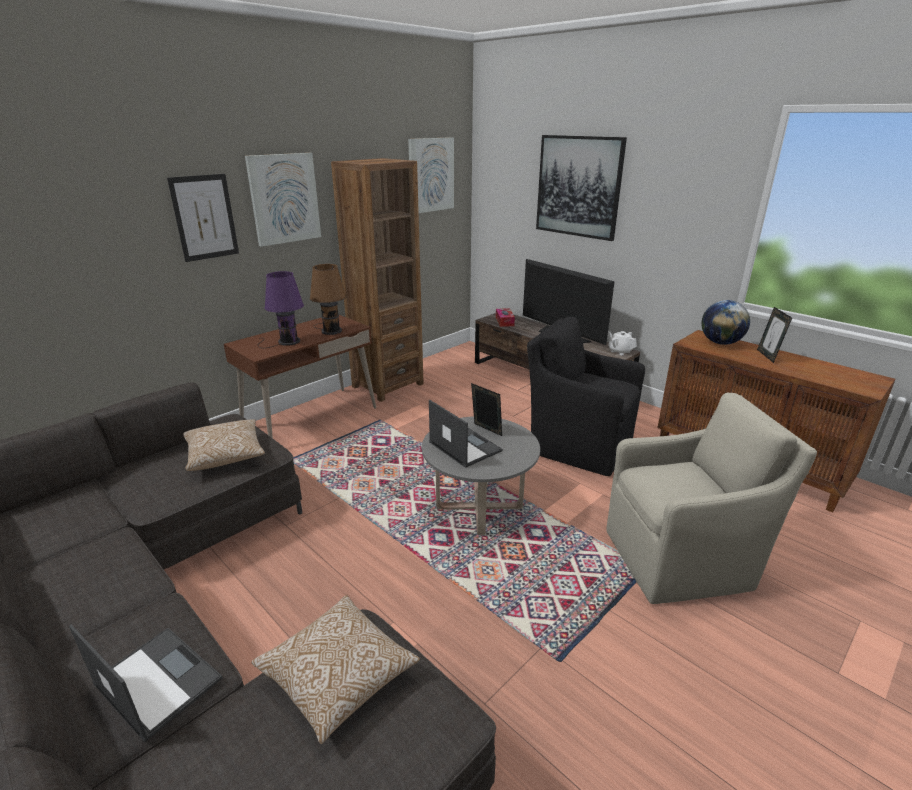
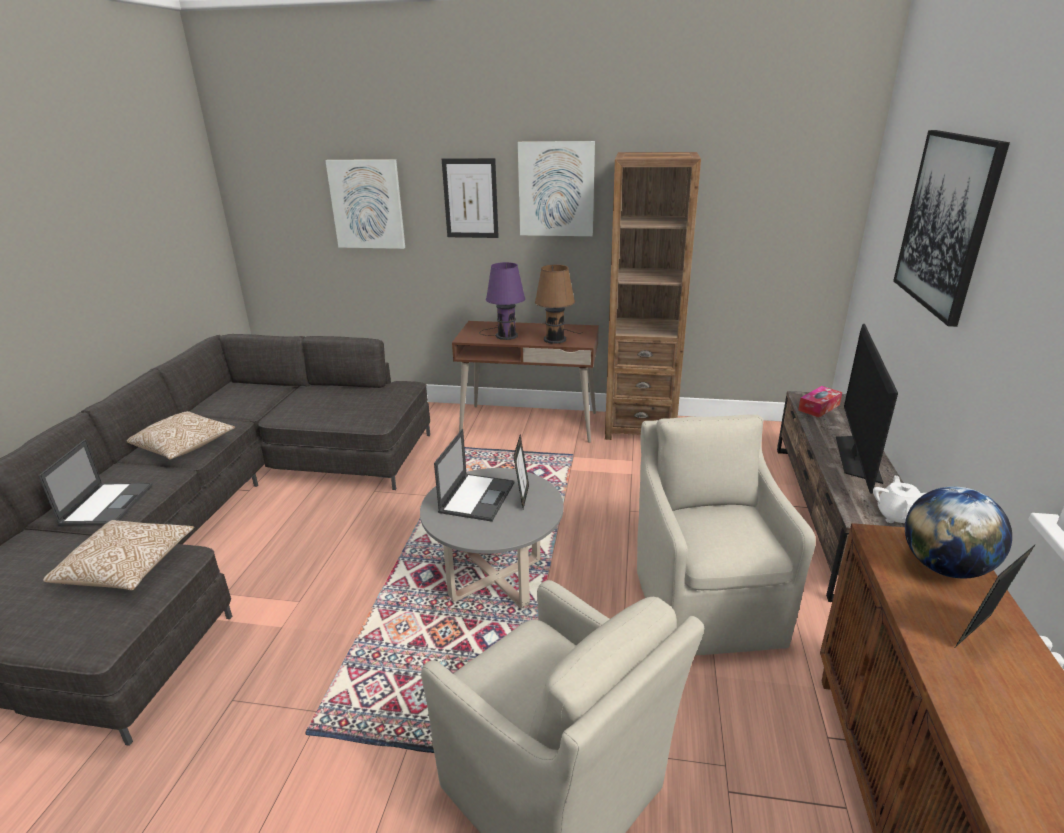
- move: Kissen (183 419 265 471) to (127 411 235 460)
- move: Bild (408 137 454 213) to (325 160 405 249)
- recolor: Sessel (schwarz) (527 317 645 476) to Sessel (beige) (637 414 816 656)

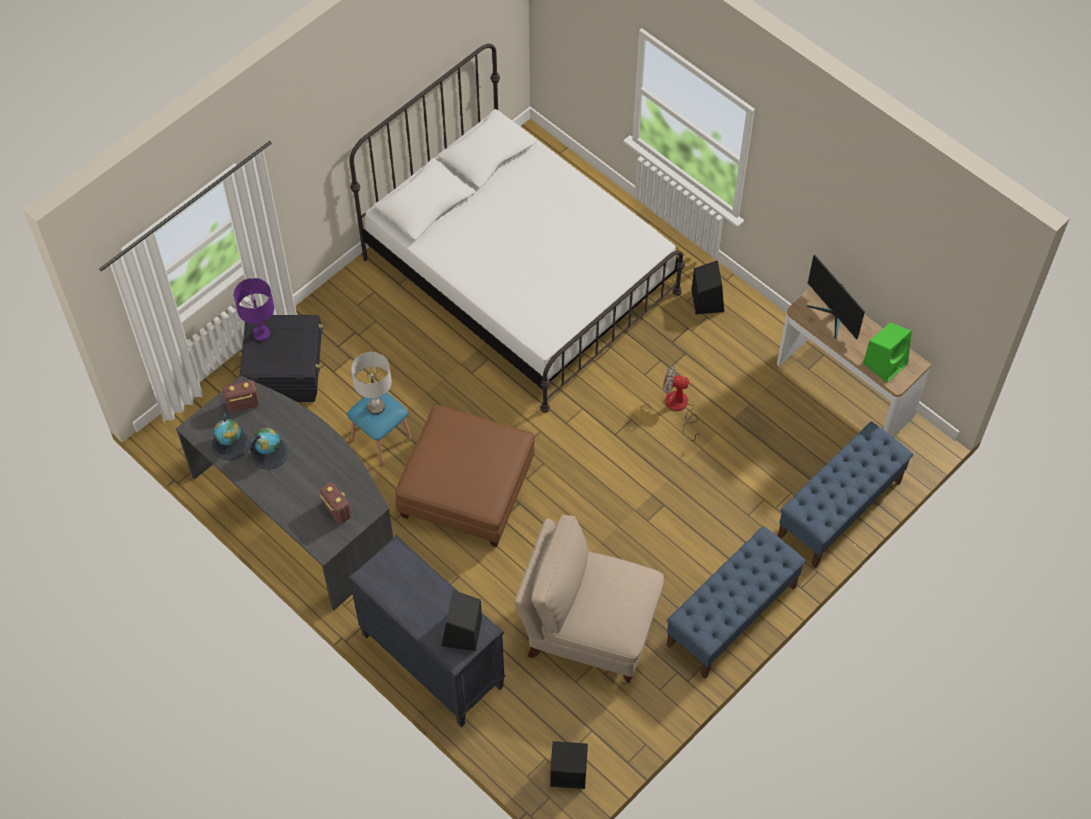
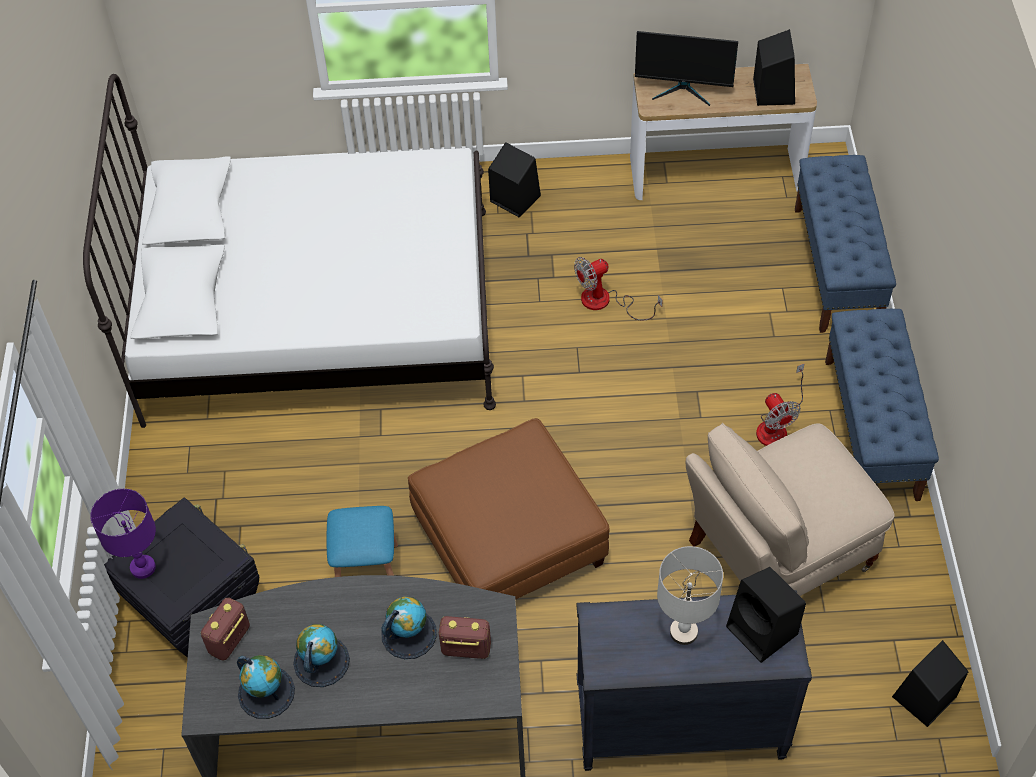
- insert: Globus (382 596 437 659)
- insert: Ventilator (756 363 805 446)
- move: Tischlampe (grau) (351 352 392 415) to (657 546 723 645)
- recolor: Lautsprecher (grün) (863 322 912 383) to Lautsprecher (schwarz) (753 29 795 106)

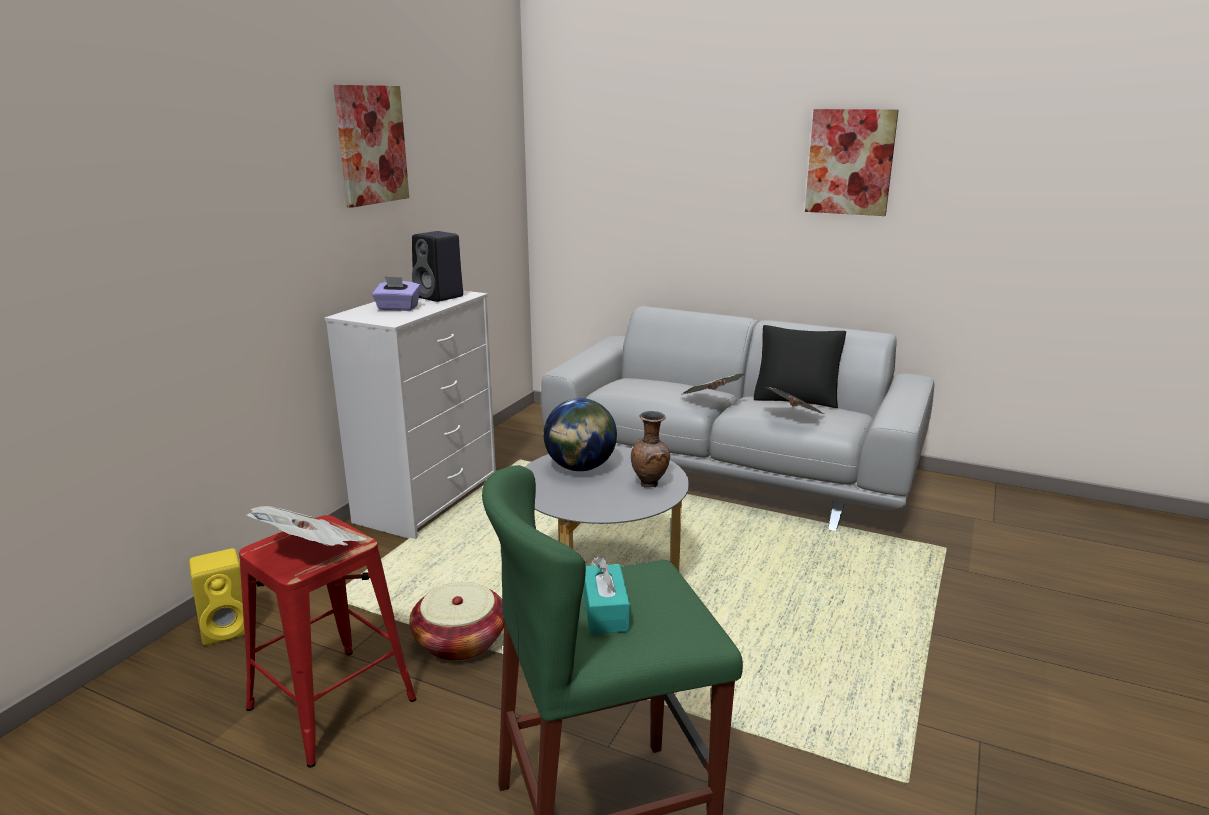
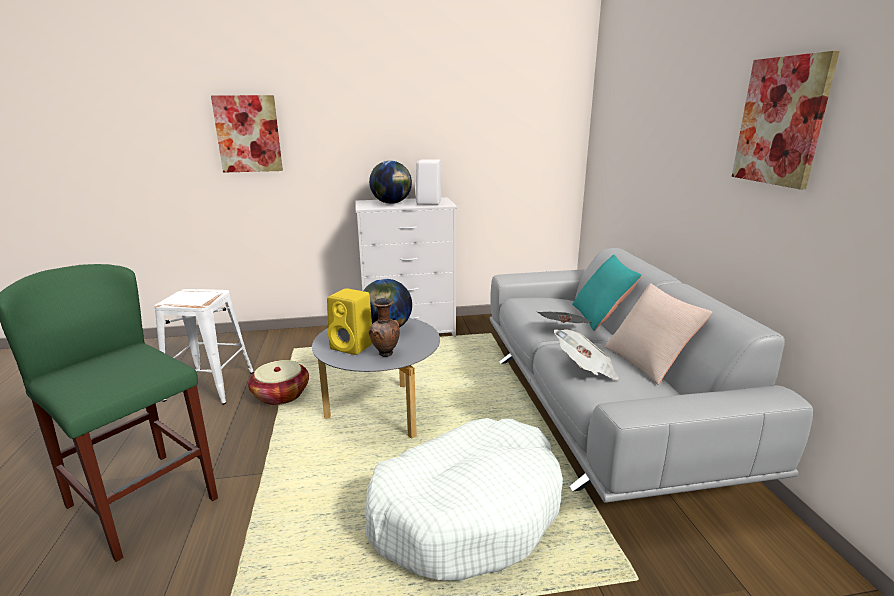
- delete: Zeitung (246 506 366 546)
- delete: Taschentuchbox (türkis) (583 557 630 634)
- insert: Hundebett (weiß) (365 418 563 581)
- insert: Kissen (türkis) (572 255 642 331)
- move: Lautsprecher (gelb) (189 548 245 646) to (327 288 372 355)
- move: Bild (334 85 409 208) to (211 95 283 173)
- replace: Taschentuchbox (lila) (372 276 420 311) to Globus (369 161 412 204)
- recolor: Hocker (rot) (239 515 416 768) to Hocker (weiß) (154 289 254 405)
- recolor: Lautsprecher (schwarz) (412 231 463 302) to Lautsprecher (weiß) (415 159 441 205)
- recolor: Kissen (schwarz) (754 325 846 408) to Kissen (beige) (605 283 713 385)

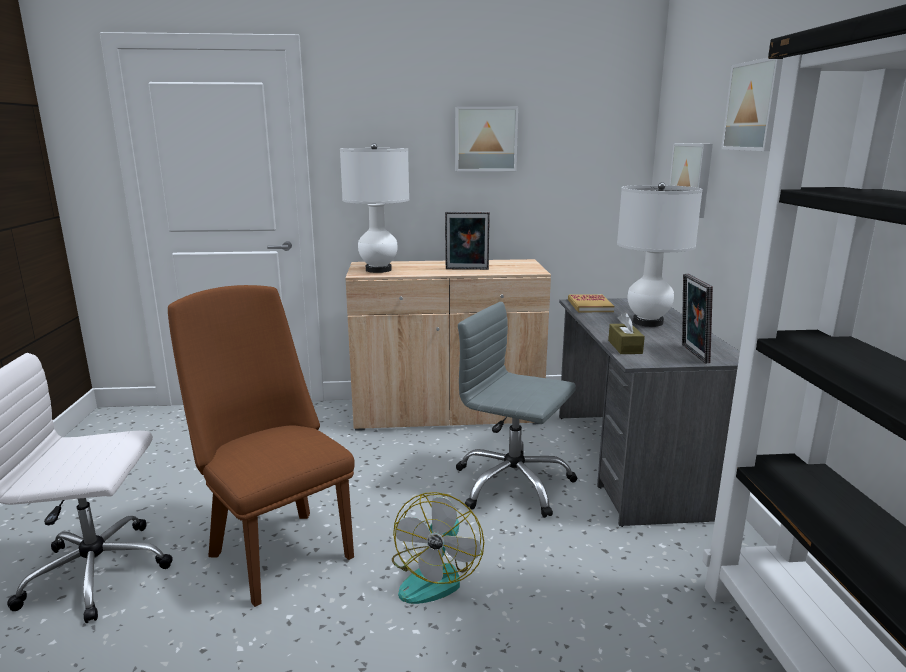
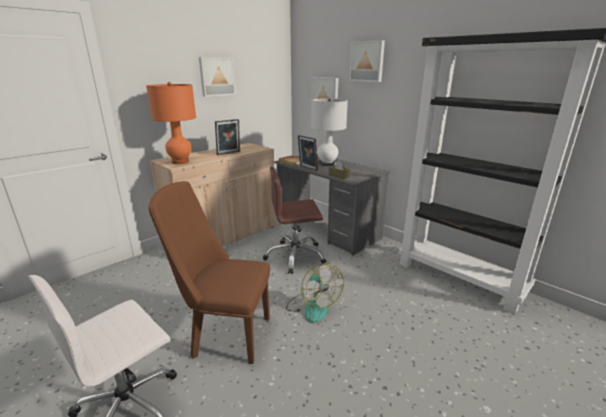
- move: Bilderrahmen (682 274 713 364) to (298 135 318 171)
- recolor: Tischlampe (weiß) (340 143 409 273) to Tischlampe (orange) (146 82 196 164)
- recolor: Bürostuhl (grau) (456 302 577 518) to Bürostuhl (braun) (263 167 326 274)

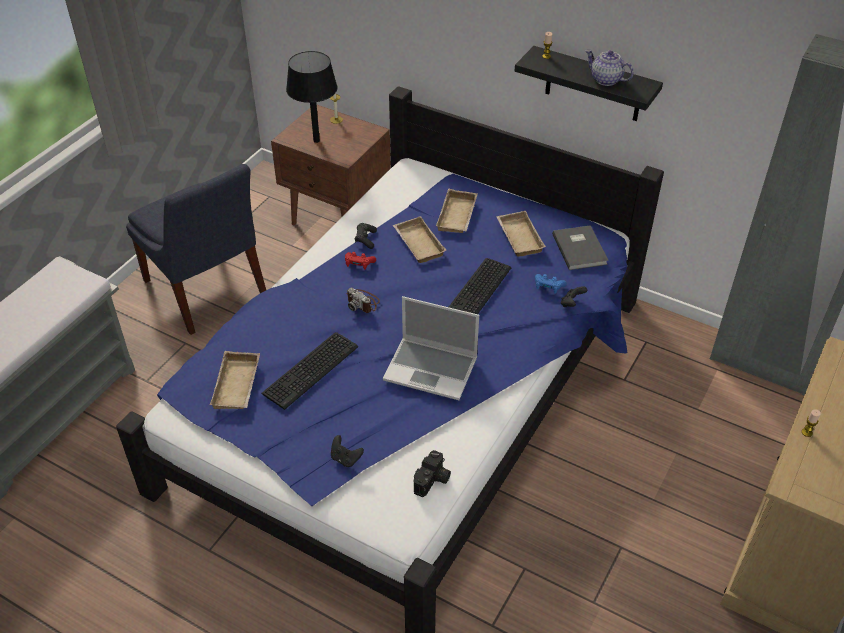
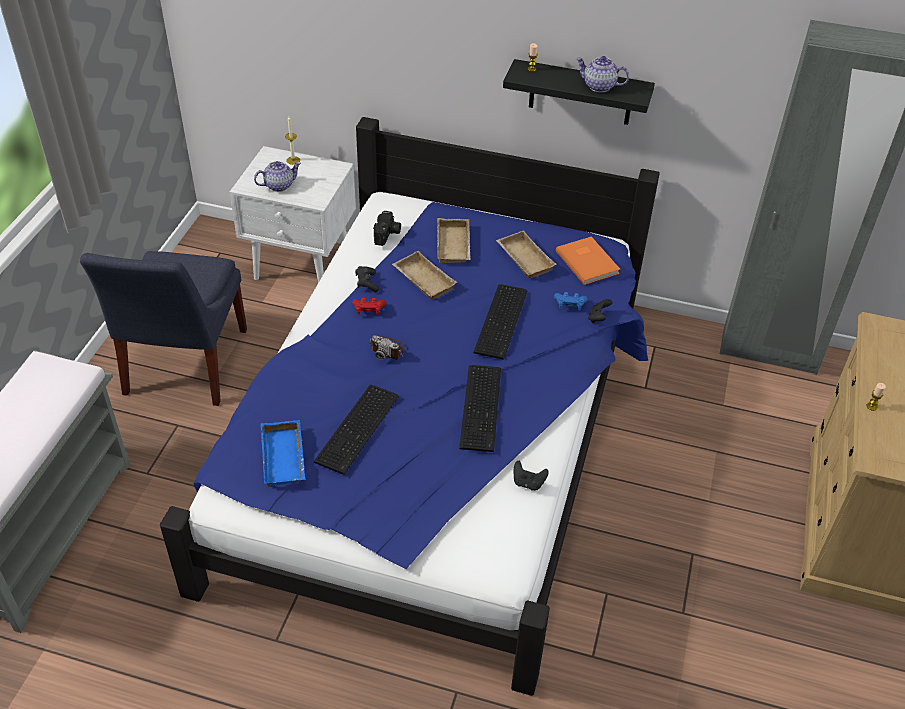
- move: Gamepad (schwarz) (331 435 364 467) to (514 461 549 491)
- move: Kamera (414 450 451 497) to (373 211 401 246)
- replace: Tischlampe (schwarz) (286 51 337 143) to Teekanne (254 161 301 192)
- replace: Laptop (383 296 479 400) to Tastatur (459 365 501 452)
- recolor: Tablett (beige) (210 351 260 409) to Tablett (blau) (261 420 305 487)
- recolor: Nachttisch (braun) (271 105 391 225) to Nachttisch (weiß) (230 146 356 283)
- recolor: Buch (grau) (552 225 608 270) to Buch (orange) (556 236 620 285)
- rotate: Stuhl (blau) (126 164 266 335) = (80 251 247 406) 60 degrees clockwise

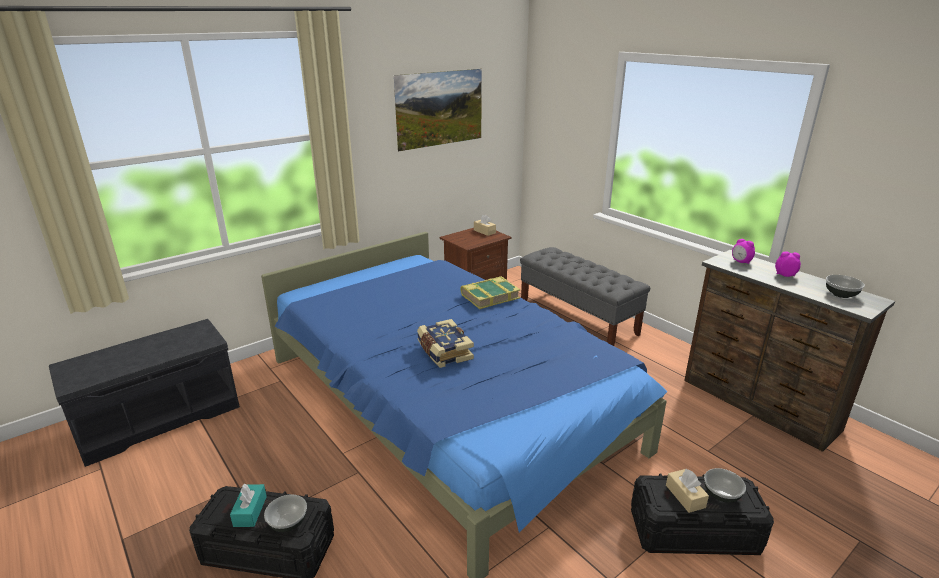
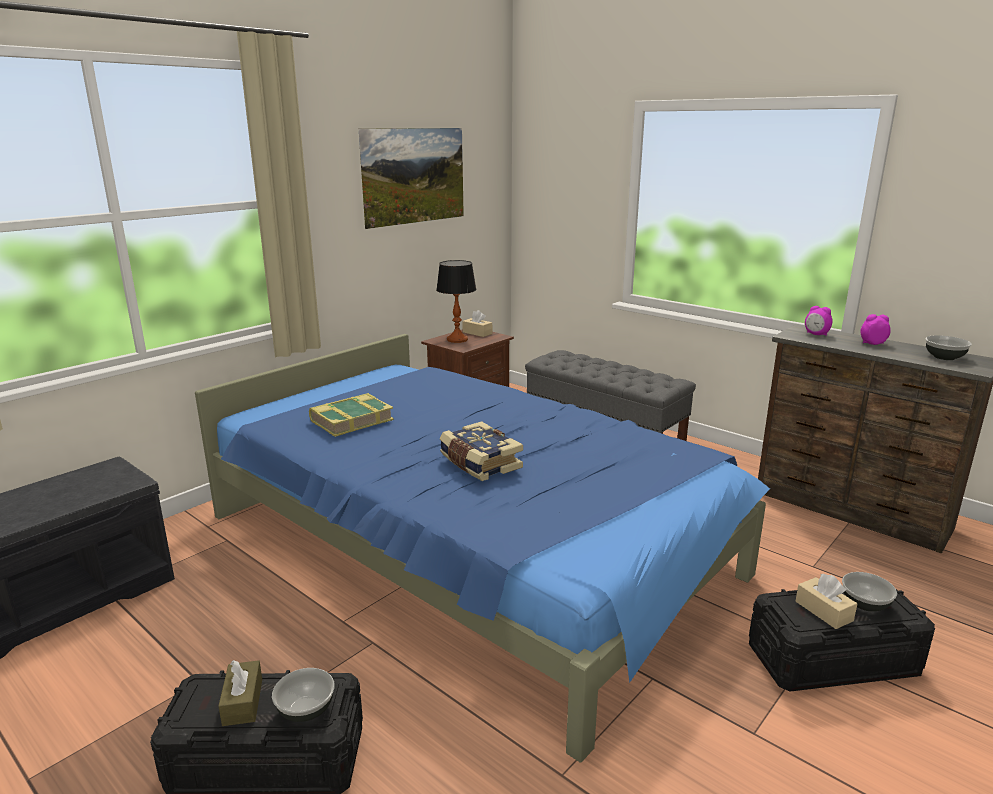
- insert: Tischlampe (436 260 476 343)
- move: Buch (460 276 520 309) to (309 393 394 437)
- recolor: Taschentuchbox (türkis) (230 484 267 527) to Taschentuchbox (braun) (218 660 262 726)

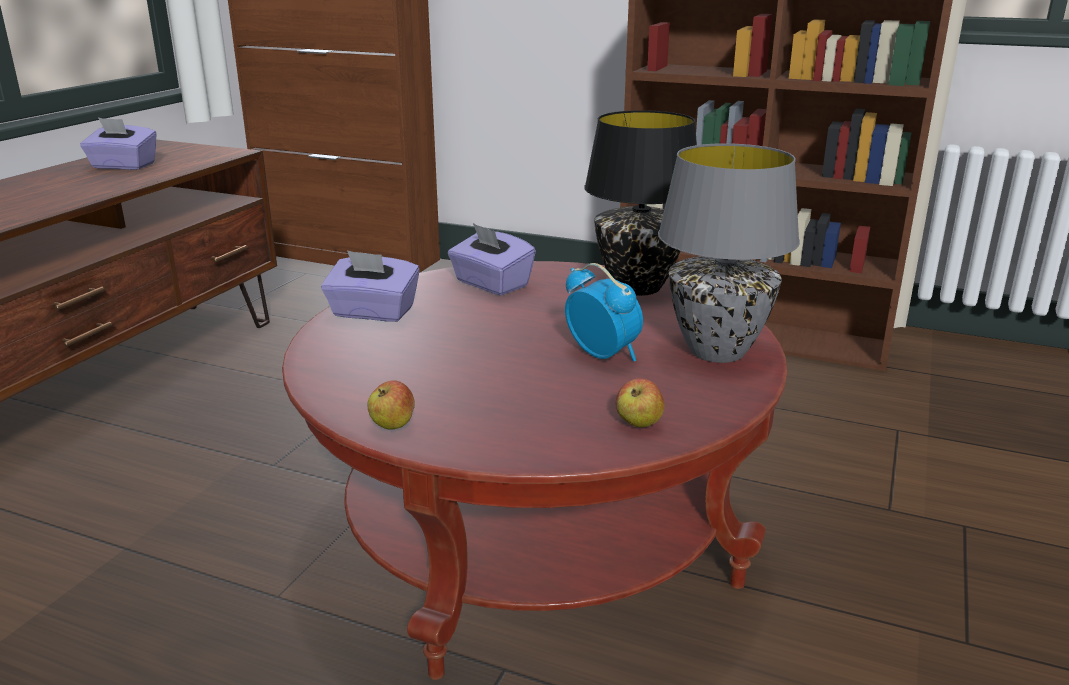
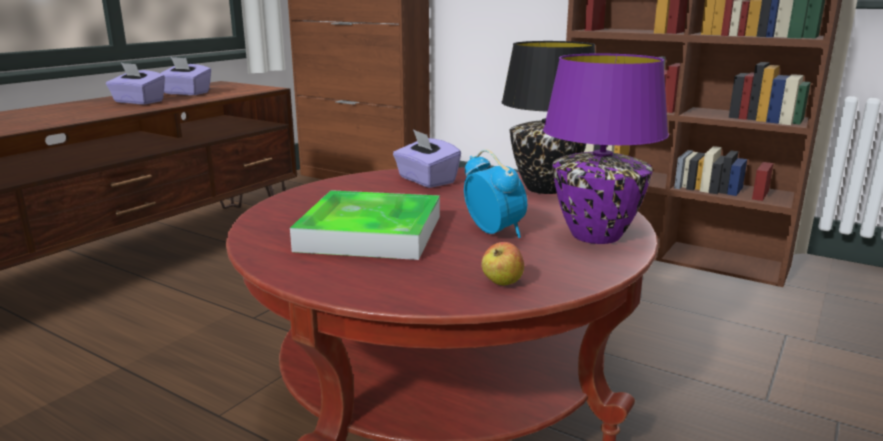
- delete: Apfel (367 380 415 429)
- insert: Tablett (290 190 440 260)
- move: Taschentuchbox (lila) (321 250 420 322) to (106 63 165 105)
- recolor: Tischlampe (grau) (658 143 800 363) to Tischlampe (lila) (543 53 669 244)

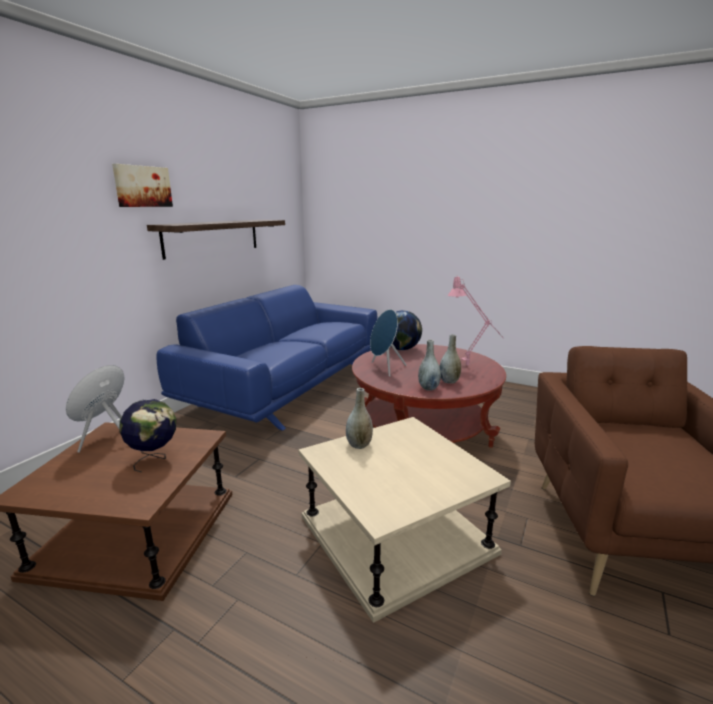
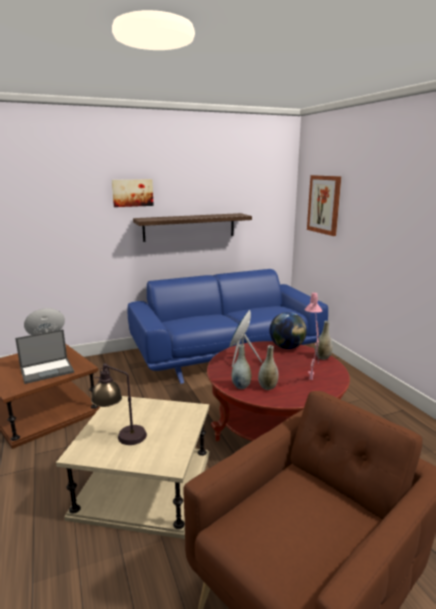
- insert: Tischlampe (91 363 147 445)
- insert: Bild (307 175 341 236)
- move: Vase (grau) (346 388 373 449) to (315 321 333 360)
- replace: Globus (119 399 176 472) to Laptop (15 330 74 384)

